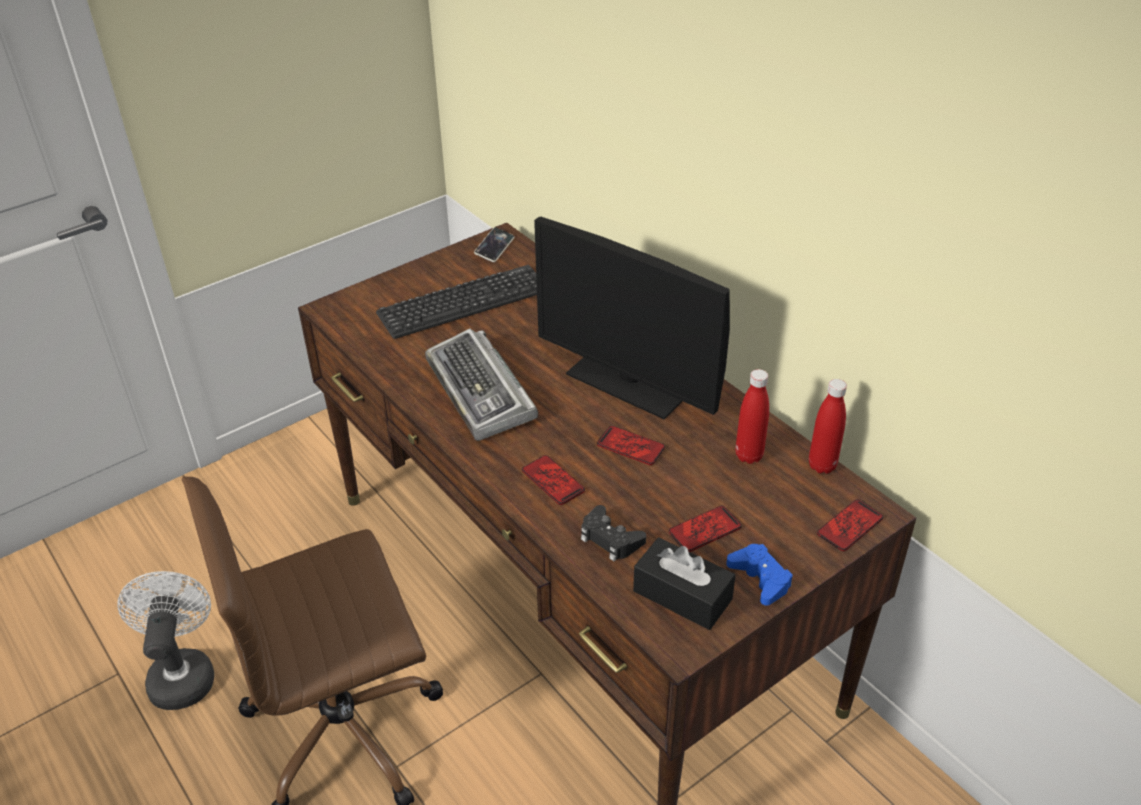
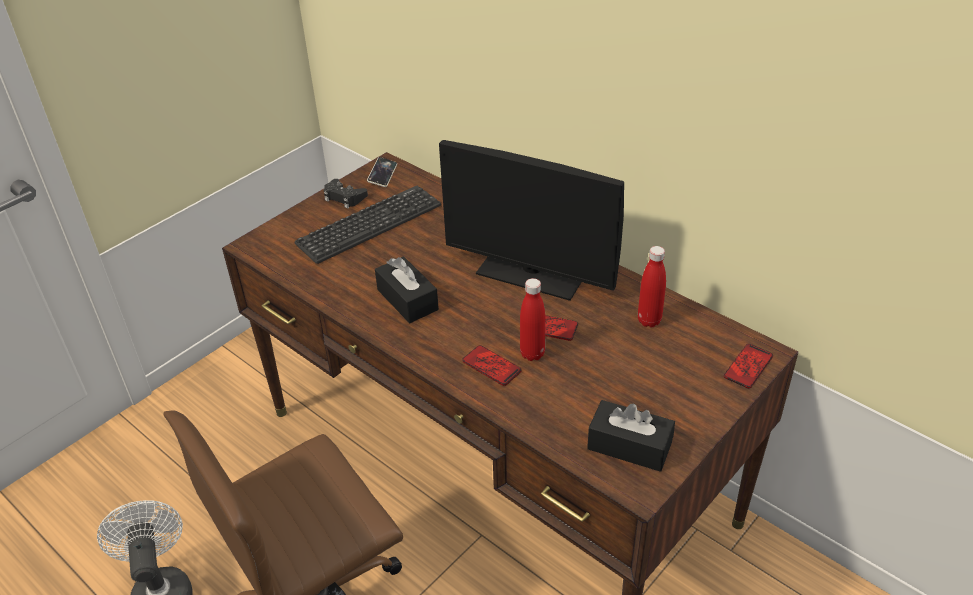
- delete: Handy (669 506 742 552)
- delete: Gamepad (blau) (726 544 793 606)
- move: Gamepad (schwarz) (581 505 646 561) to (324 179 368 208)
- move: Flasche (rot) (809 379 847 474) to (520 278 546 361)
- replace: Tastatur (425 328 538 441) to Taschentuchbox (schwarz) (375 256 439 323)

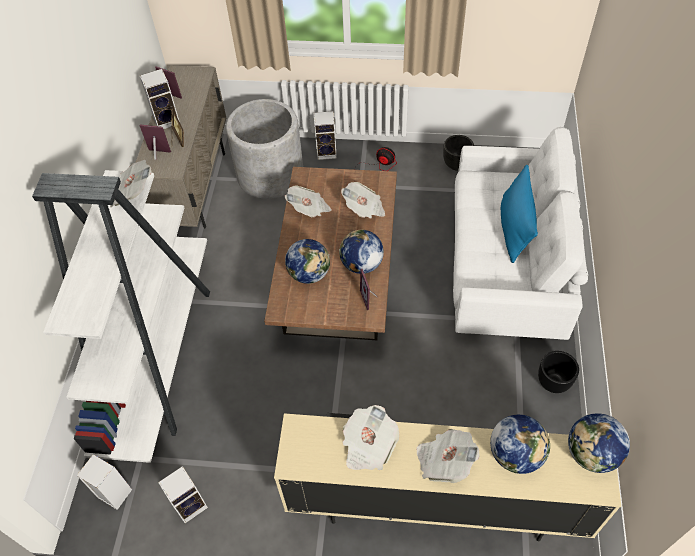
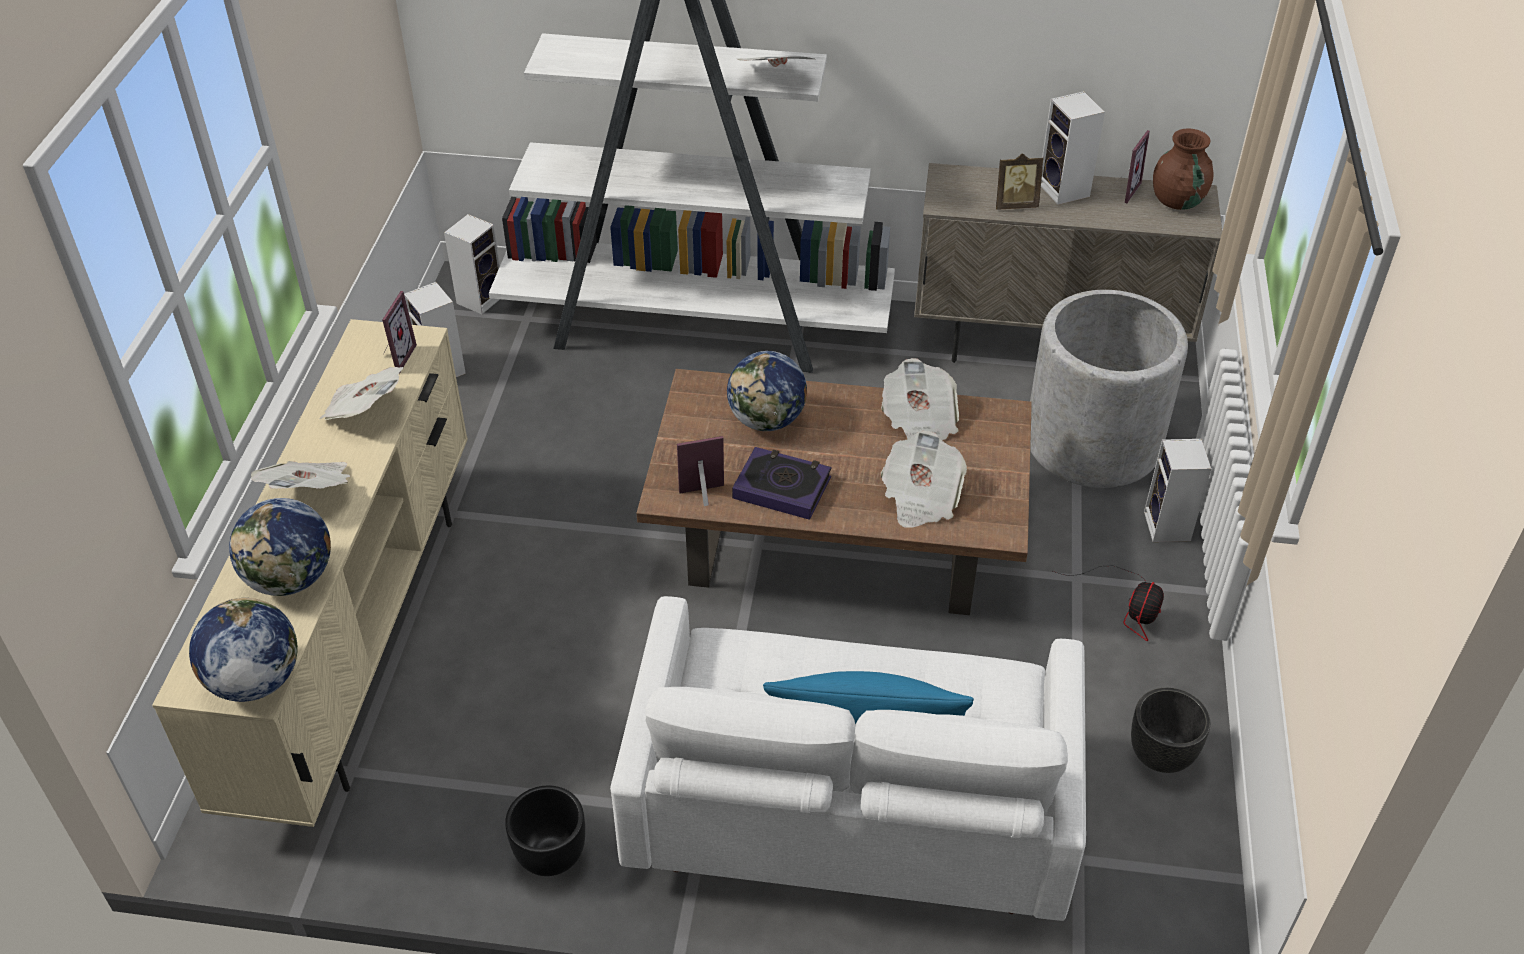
- insert: Vase (braun) (1153 129 1214 210)
- move: Bilderrahmen (139 124 171 160) to (382 291 417 374)
- replace: Globus (339 230 384 274) to Buch (732 447 832 520)

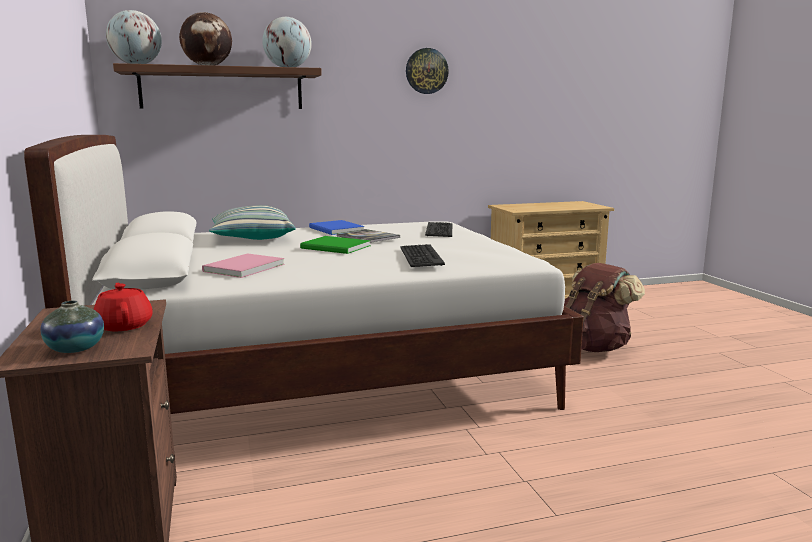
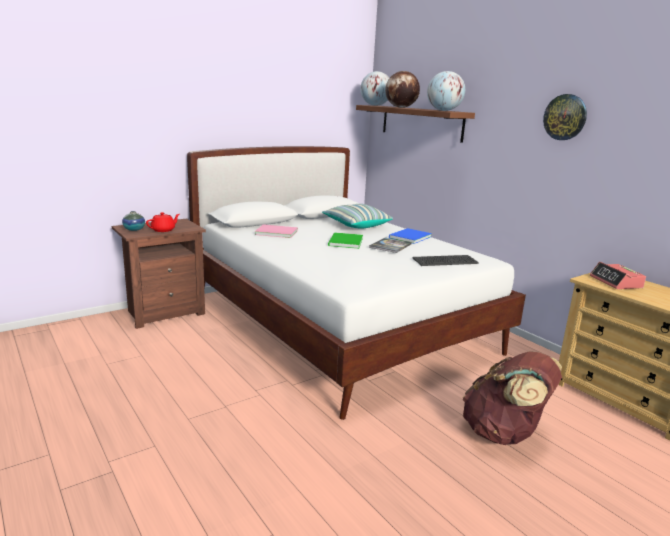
- delete: Tastatur (401 244 445 267)
- insert: Wecker (590 262 646 289)

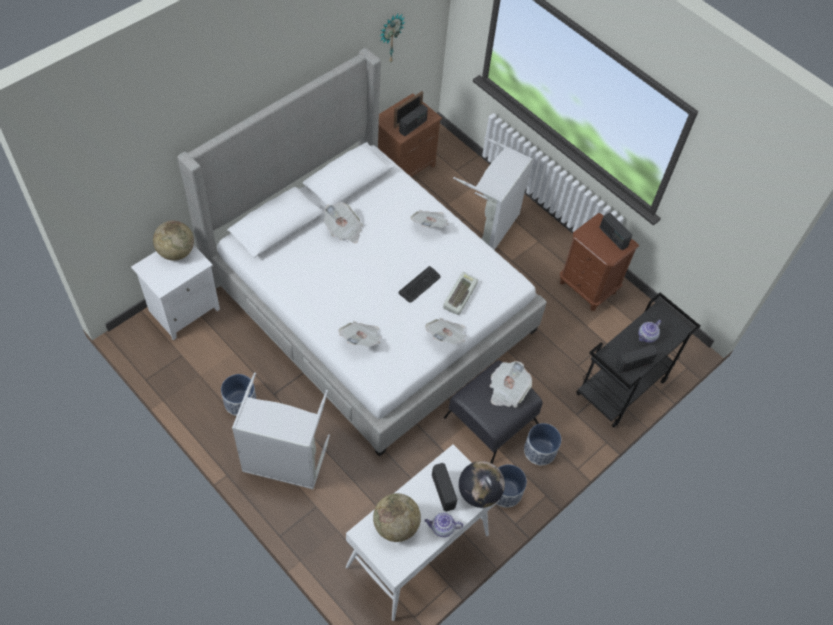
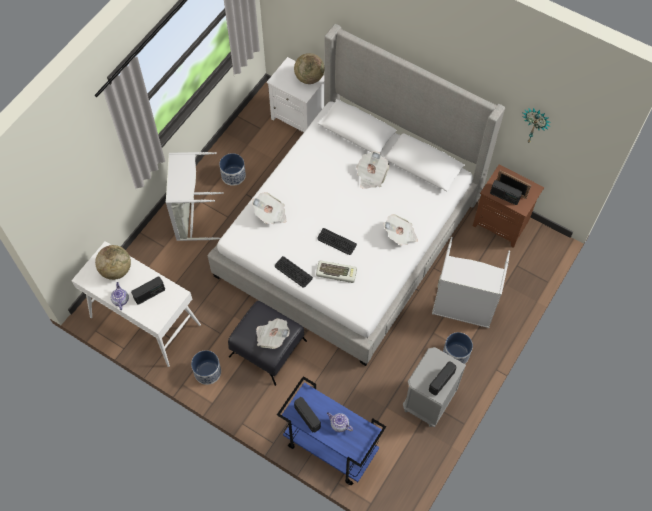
- delete: Globus (459 461 505 508)
- move: Pflanzkübel (524 423 561 465) to (443 332 473 364)
- replace: Zeitung (425 318 466 344) to Tastatur (275 256 313 288)
- recolor: Nachttisch (braun) (560 213 639 311) to Nachttisch (grau) (403 347 466 428)
- recolor: Rollwagen (schwarz) (576 292 701 428) to Rollwagen (blau) (277 376 386 485)

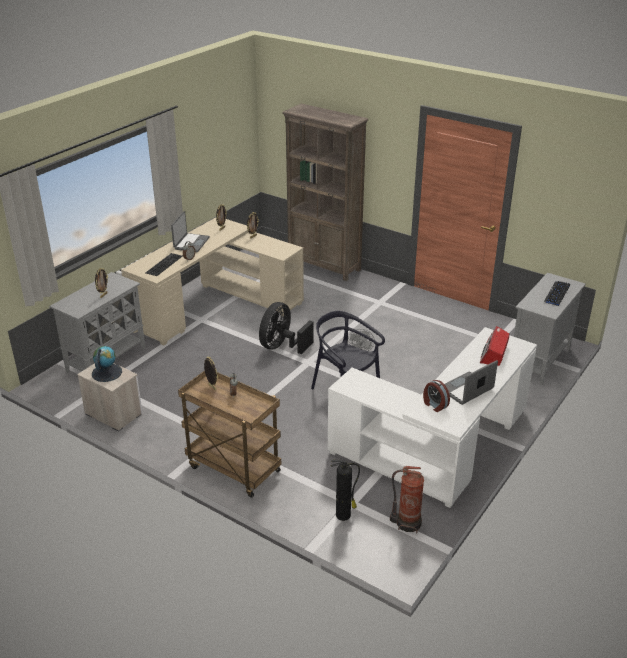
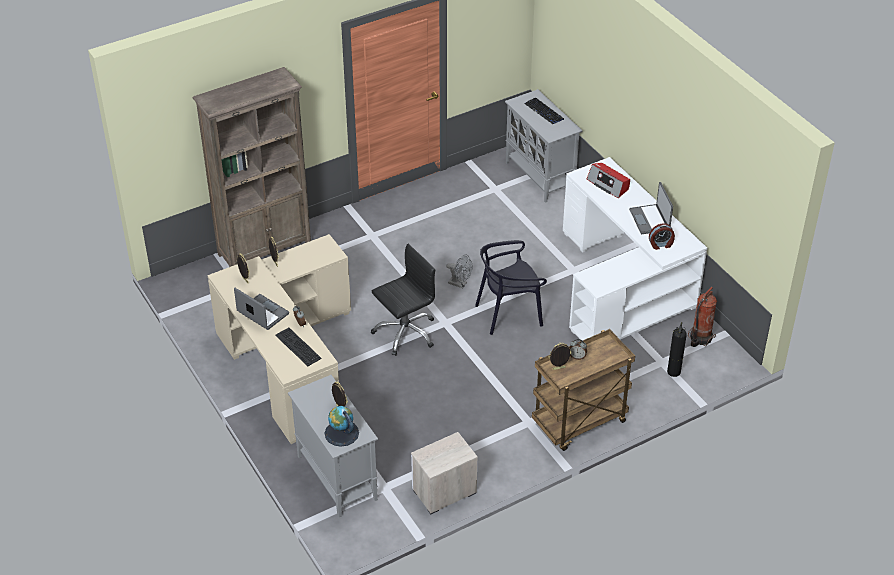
- move: Globus (92 346 122 382) to (325 406 359 447)
- replace: Ventilator (schwarz) (259 302 314 354) to Bürostuhl (schwarz) (371 244 435 356)

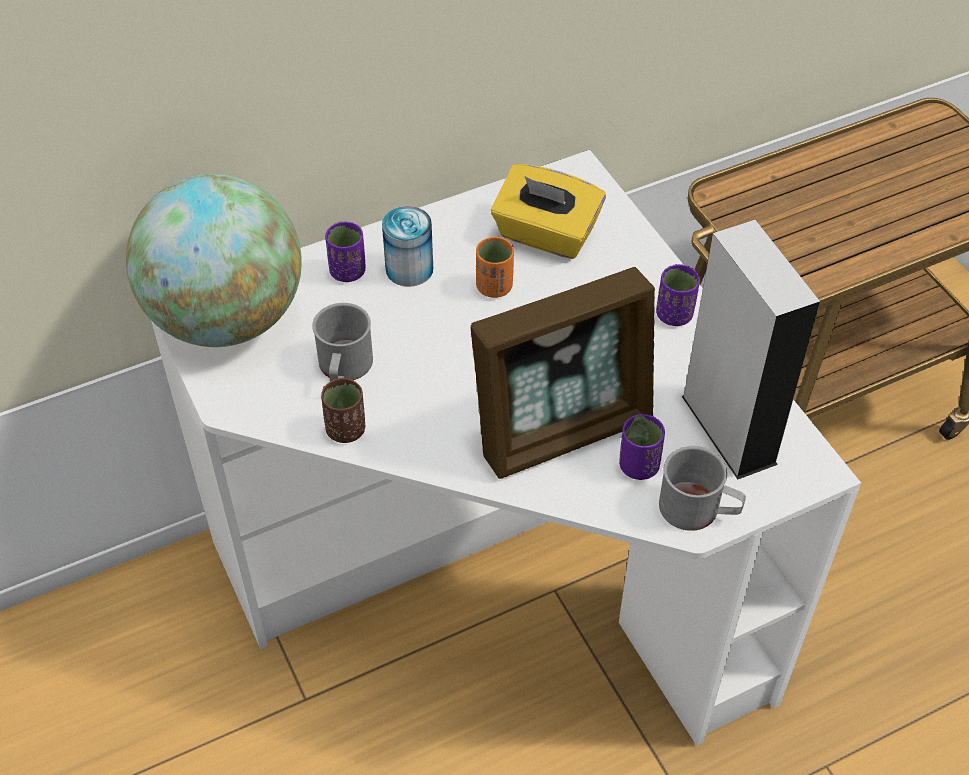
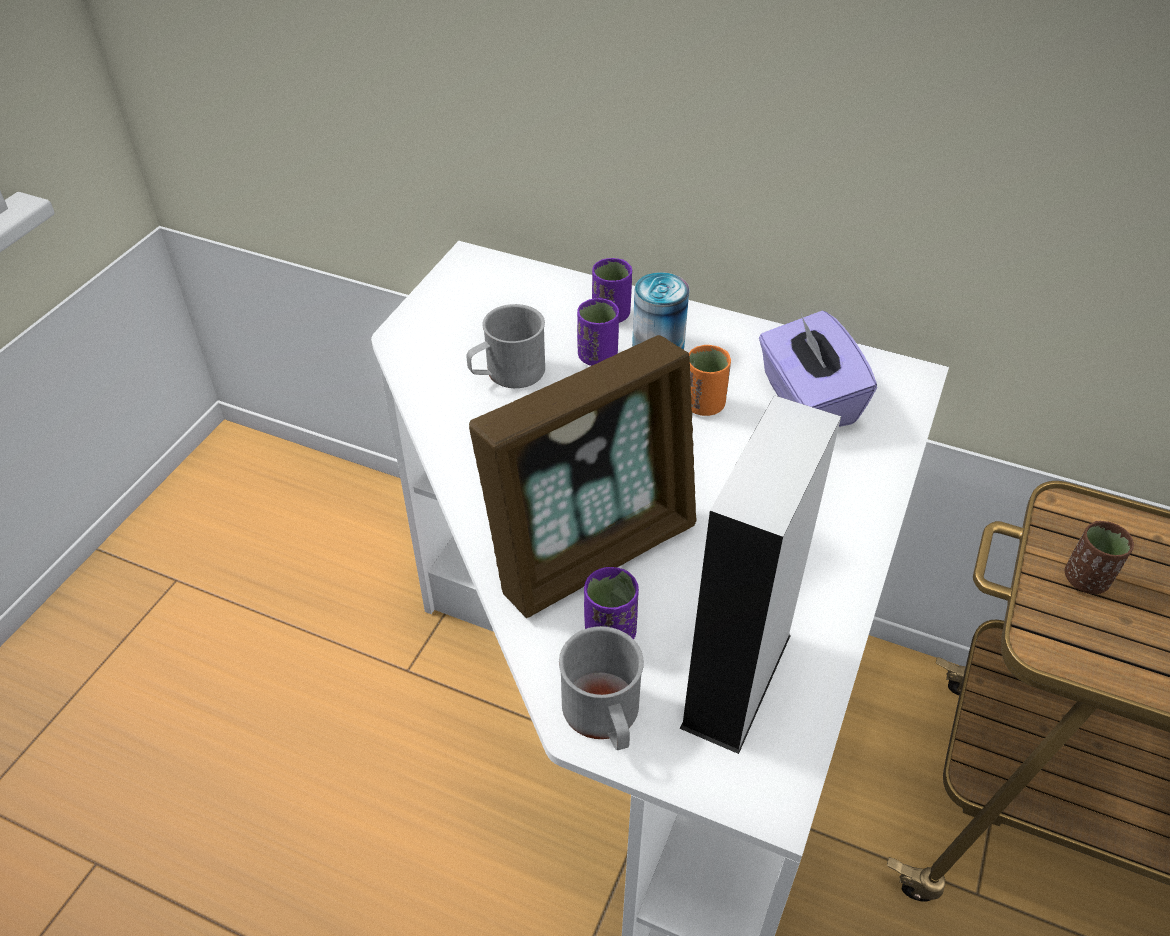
- delete: Globus (126 174 302 347)
- move: Tasse (braun) (321 378 365 443) to (1065 521 1134 594)
- move: Tasse (lila) (656 264 700 326) to (577 298 619 366)
- recolor: Taschentuchbox (gelb) (491 164 606 259) to Taschentuchbox (lila) (759 310 877 427)
- rotate: Bilderrahmen (471 267 655 479) = (469 335 697 618) 60 degrees counterclockwise

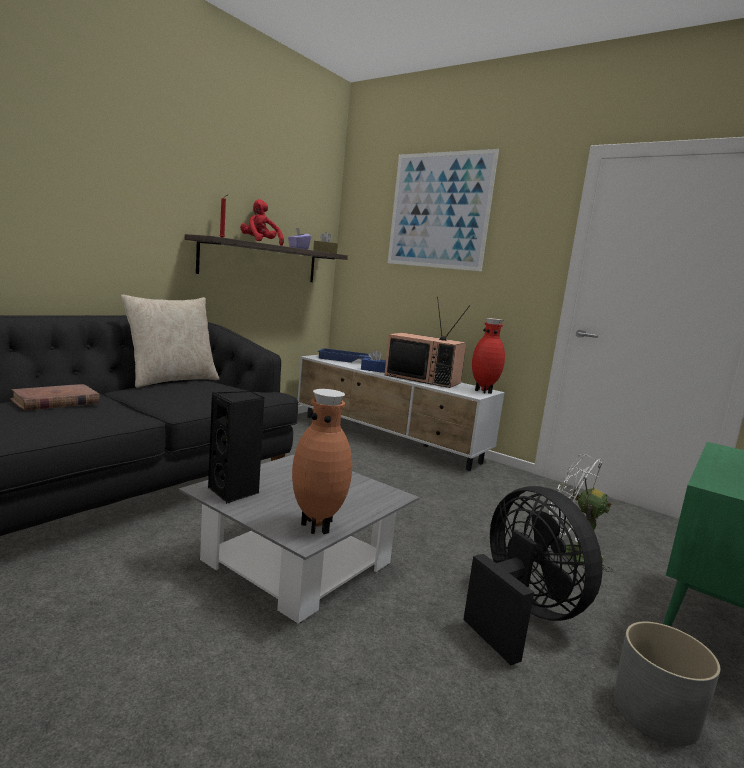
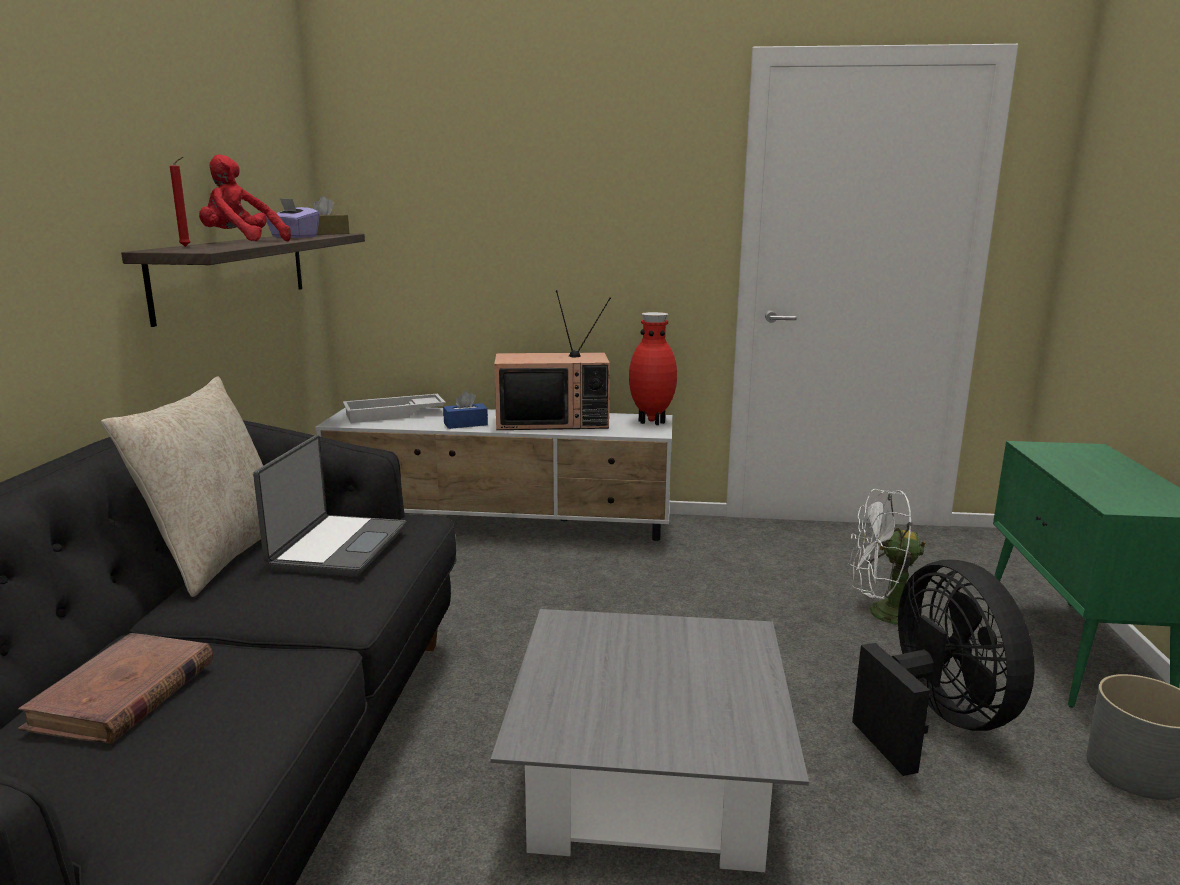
- delete: Lautsprecher (schwarz) (208 391 264 504)
- delete: Vase (braun) (292 389 352 534)
- delete: Bild (388 149 499 271)
- insert: Laptop (253 435 406 577)
- recolor: Tablett (blau) (318 348 370 363) to Tablett (weiß) (343 394 446 423)
- rotate: Ventilator (schwarz) (463 486 603 665) = (852 560 1035 776) 45 degrees clockwise

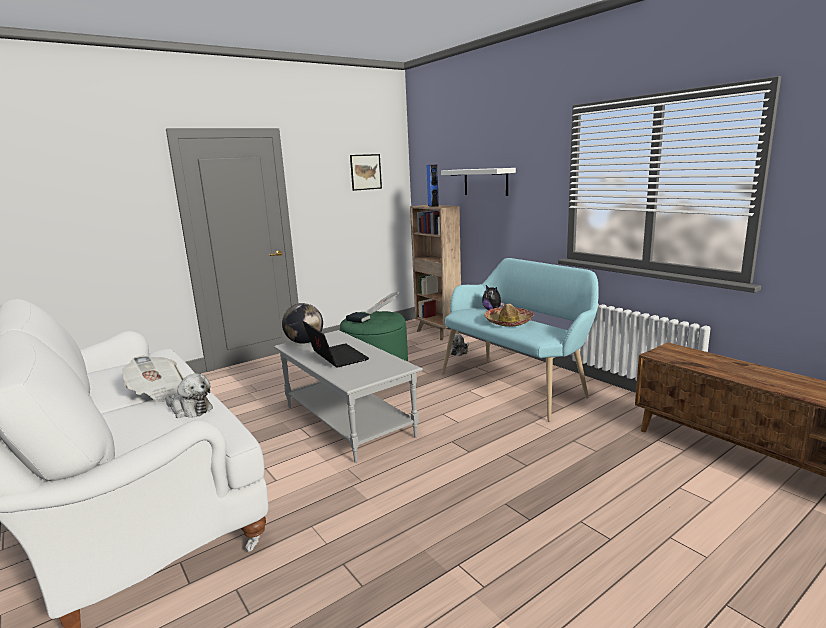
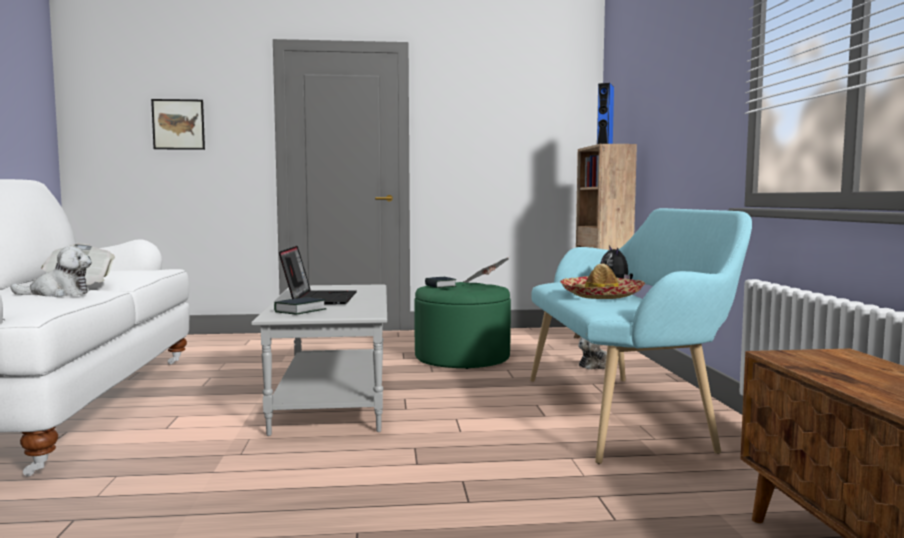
- delete: Globus (282 303 323 344)
- delete: Wandregal (weiß) (441 168 516 196)
- insert: Buch (274 297 326 315)
- move: Bild (350 154 382 191) to (151 99 205 150)
- rotate: Plüschtier (165 373 213 418) = (10 246 92 297) 75 degrees counterclockwise

